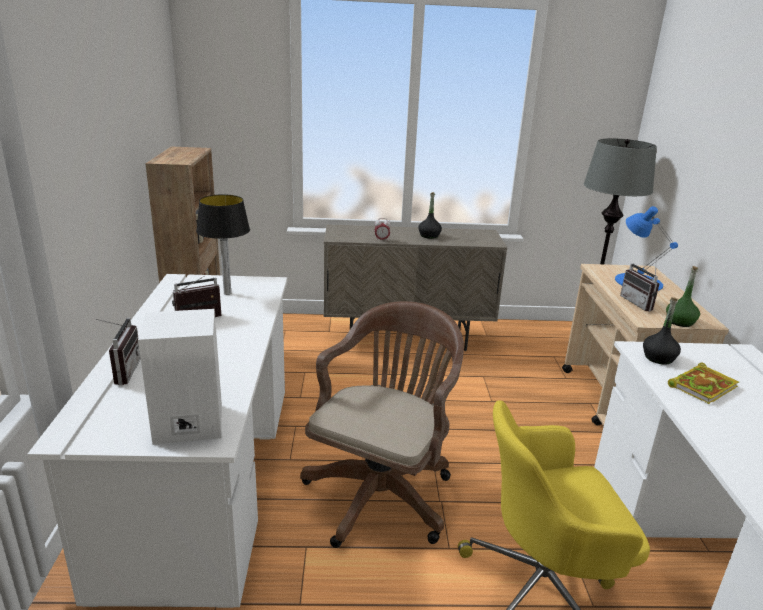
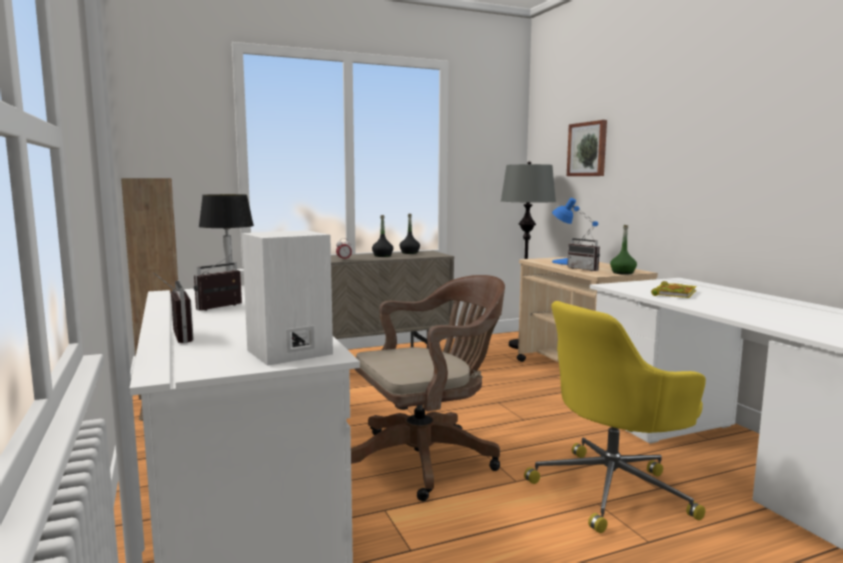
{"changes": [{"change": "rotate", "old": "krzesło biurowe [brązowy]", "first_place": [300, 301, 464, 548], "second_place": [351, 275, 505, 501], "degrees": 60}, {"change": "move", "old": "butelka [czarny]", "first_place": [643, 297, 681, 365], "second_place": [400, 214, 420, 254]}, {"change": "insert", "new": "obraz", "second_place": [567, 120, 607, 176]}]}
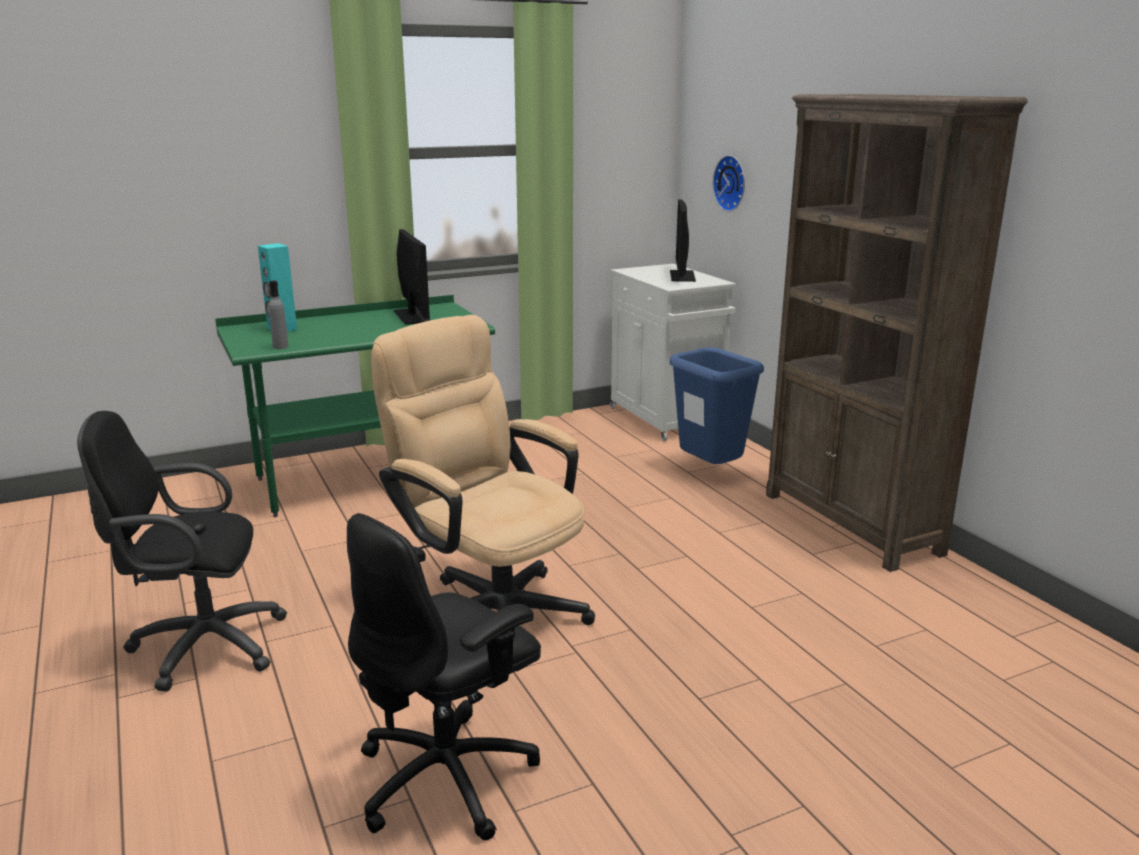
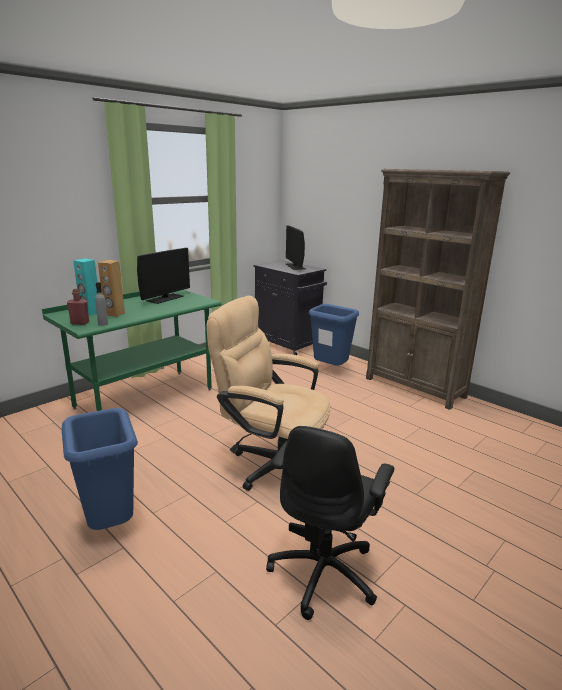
{"changes": [{"change": "replace", "old": "krzesło biurowe [czarny]", "new": "kosz na śmieci [niebieski]", "first_place": [77, 411, 287, 692], "second_place": [62, 408, 138, 530]}, {"change": "rotate", "old": "monitor", "first_place": [394, 229, 431, 325], "second_place": [137, 248, 190, 304], "degrees": 75}, {"change": "recolor", "old": "szafka [biały]", "new": "szafka [czarny]", "first_place": [610, 264, 736, 441], "second_place": [253, 260, 327, 355]}, {"change": "delete", "old": "zegar ścienny", "first_place": [713, 155, 745, 212]}, {"change": "insert", "new": "butelka [czerwony]", "second_place": [67, 289, 89, 325]}, {"change": "insert", "new": "głośnik [brązowy]", "second_place": [98, 260, 125, 317]}]}
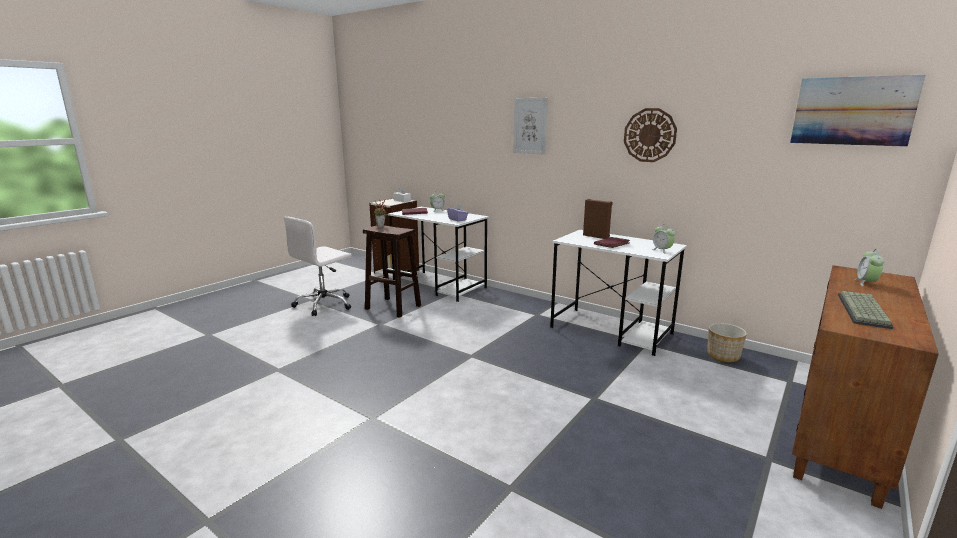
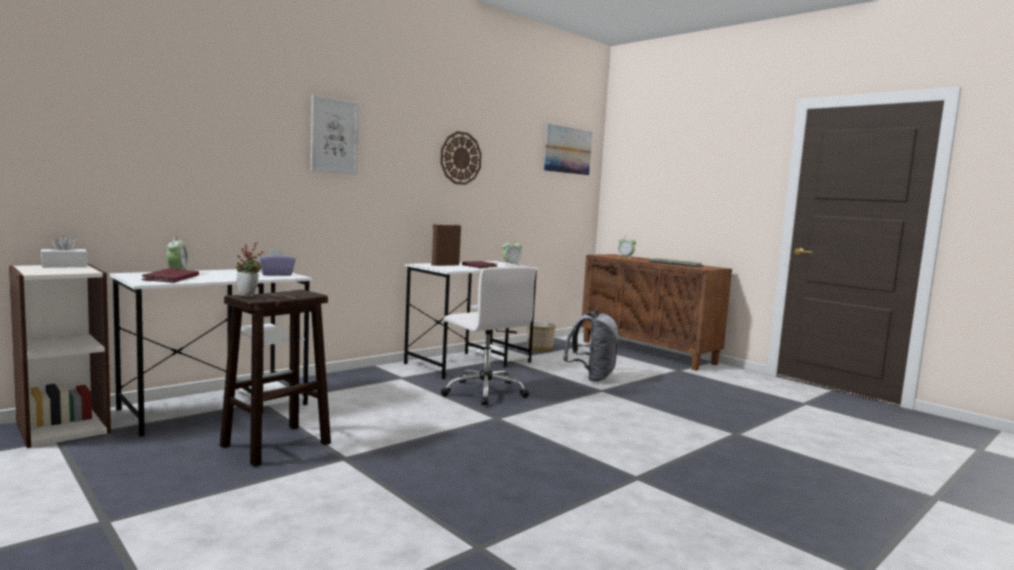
{"changes": [{"change": "move", "old": "krzesło biurowe [biały]", "first_place": [284, 217, 352, 316], "second_place": [441, 266, 536, 406]}, {"change": "insert", "new": "plecak [szary]", "second_place": [563, 311, 619, 382]}]}
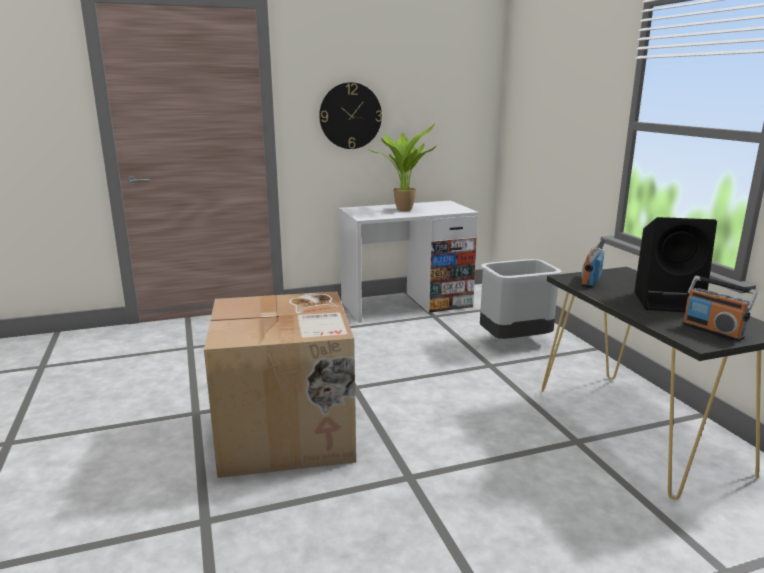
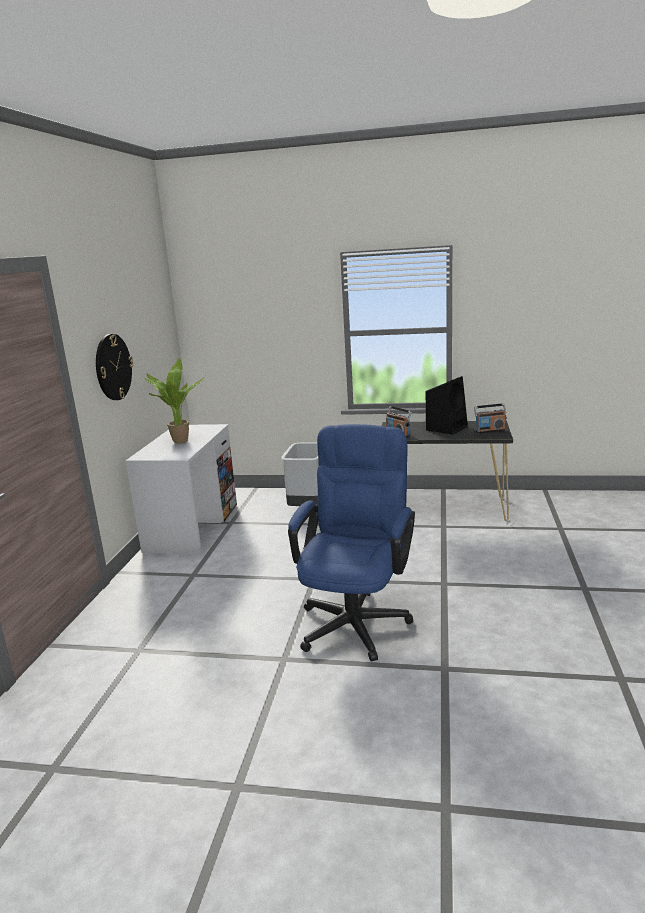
{"changes": [{"change": "replace", "old": "karton", "new": "krzesło biurowe [niebieski]", "first_place": [204, 291, 356, 478], "second_place": [288, 424, 415, 662]}]}
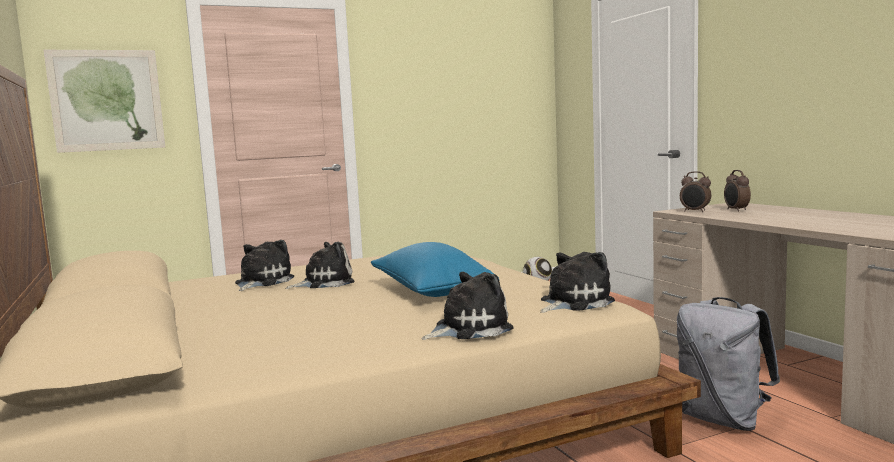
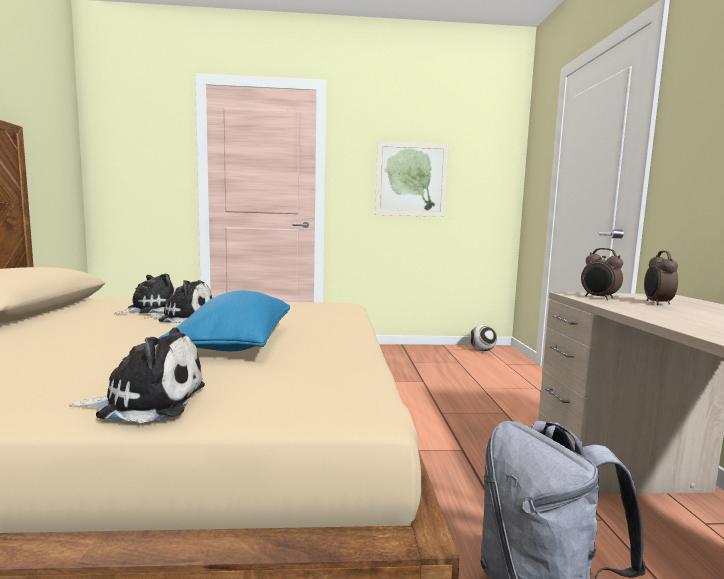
{"changes": [{"change": "move", "old": "obraz", "first_place": [44, 50, 165, 153], "second_place": [375, 141, 449, 217]}, {"change": "delete", "old": "pluszak", "first_place": [541, 252, 615, 313]}]}
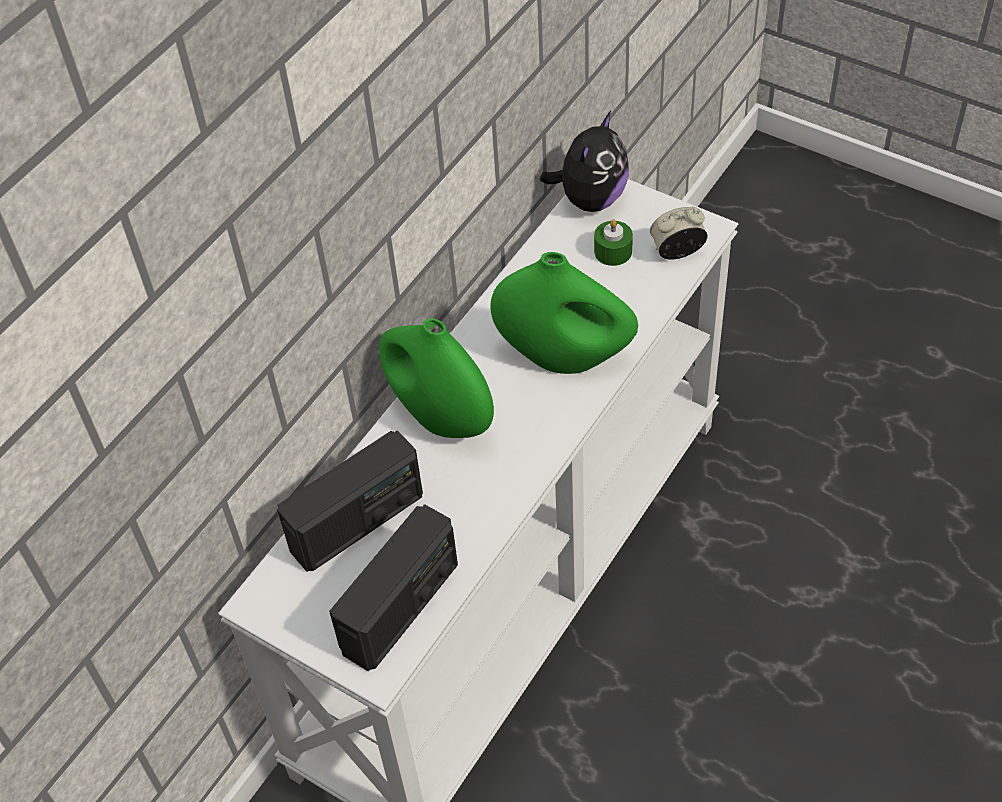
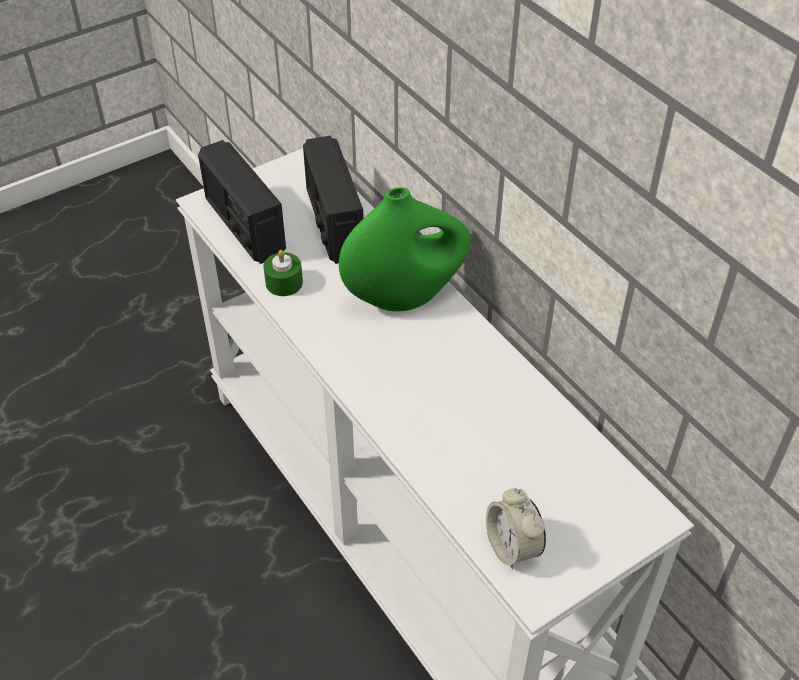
{"changes": [{"change": "delete", "old": "wazon [zielony]", "first_place": [490, 252, 638, 374]}, {"change": "delete", "old": "pluszak", "first_place": [540, 111, 629, 212]}, {"change": "move", "old": "świeca [zielony]", "first_place": [594, 219, 633, 266], "second_place": [263, 250, 303, 296]}, {"change": "rotate", "old": "budzik", "first_place": [650, 207, 708, 260], "second_place": [486, 487, 546, 570], "degrees": 150}]}
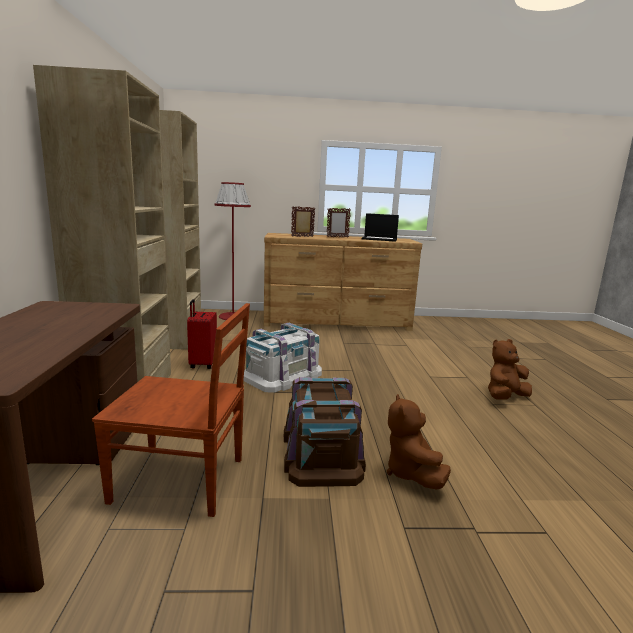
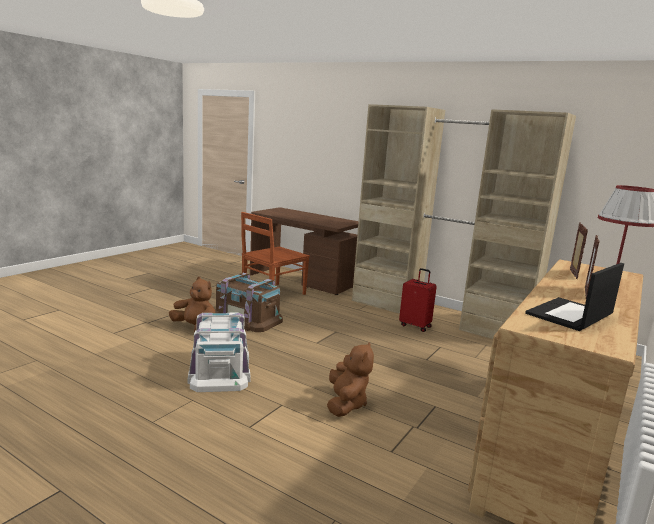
{"changes": [{"change": "move", "old": "pojemnik do przechowywania [biały]", "first_place": [243, 323, 322, 393], "second_place": [187, 313, 251, 392]}, {"change": "move", "old": "pluszak [brązowy]", "first_place": [488, 339, 532, 400], "second_place": [327, 342, 374, 417]}]}
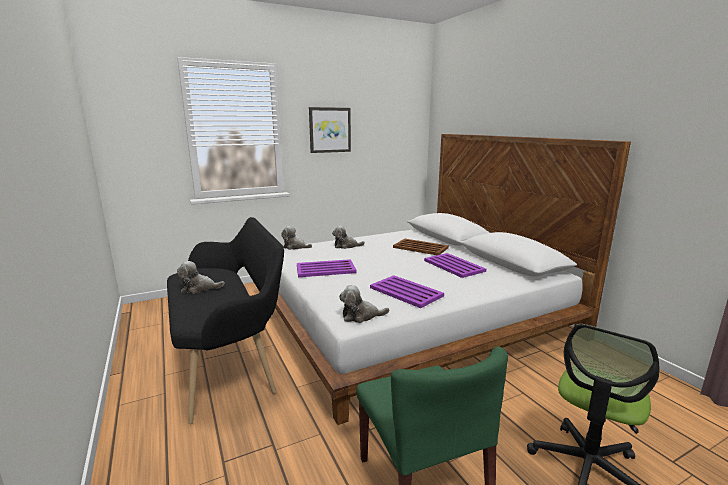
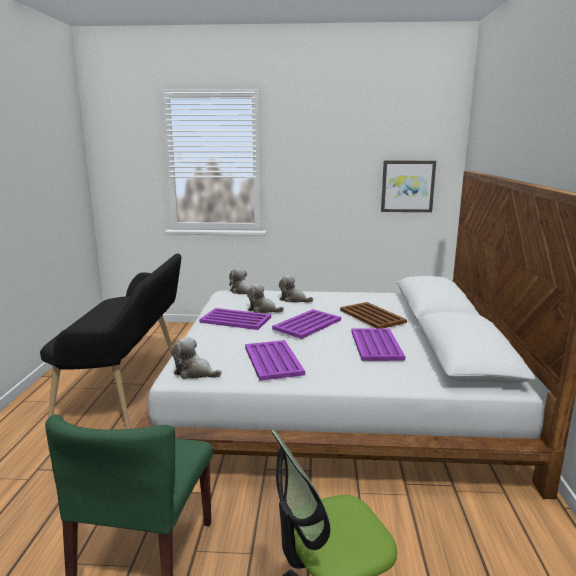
{"changes": [{"change": "move", "old": "pluszak", "first_place": [177, 261, 225, 294], "second_place": [247, 284, 284, 313]}, {"change": "move", "old": "obraz", "first_place": [309, 107, 351, 153], "second_place": [381, 160, 436, 212]}, {"change": "insert", "new": "taca [fioletowy]", "second_place": [272, 309, 341, 339]}]}
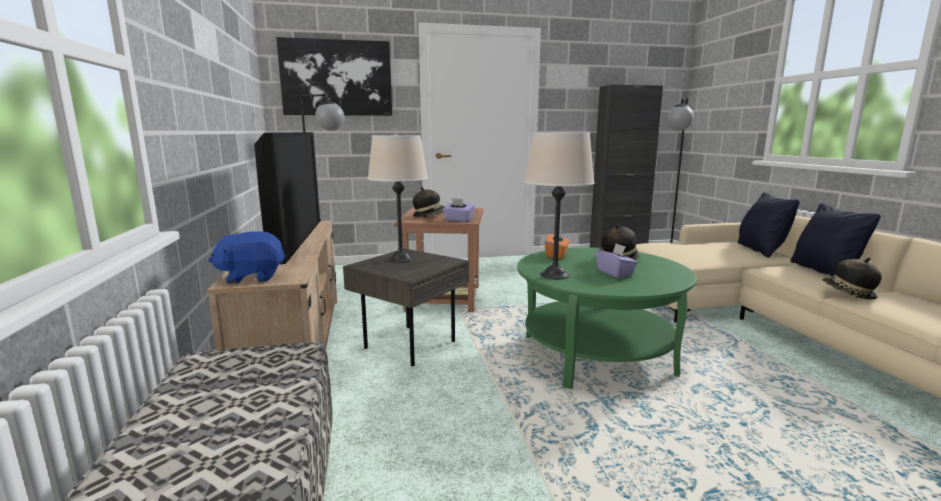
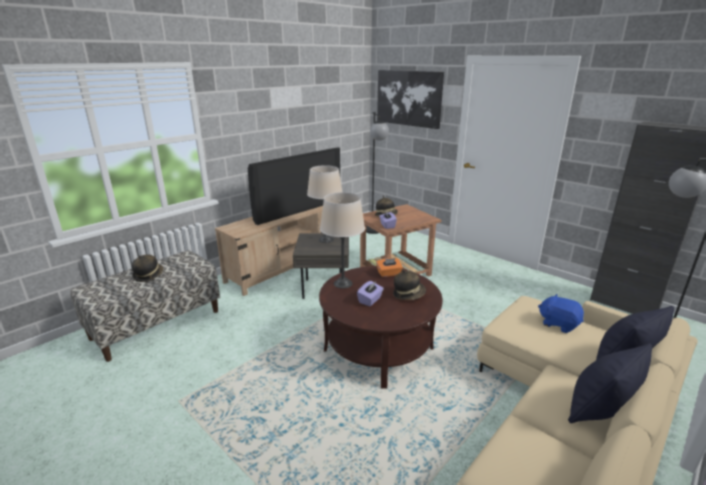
{"changes": [{"change": "move", "old": "pluszak [niebieski]", "first_place": [208, 231, 286, 284], "second_place": [538, 294, 584, 333]}, {"change": "recolor", "old": "ława [zielony]", "new": "ława [brązowy]", "first_place": [517, 247, 697, 389], "second_place": [319, 266, 443, 389]}, {"change": "move", "old": "kapelusz", "first_place": [822, 258, 882, 300], "second_place": [132, 254, 163, 282]}]}
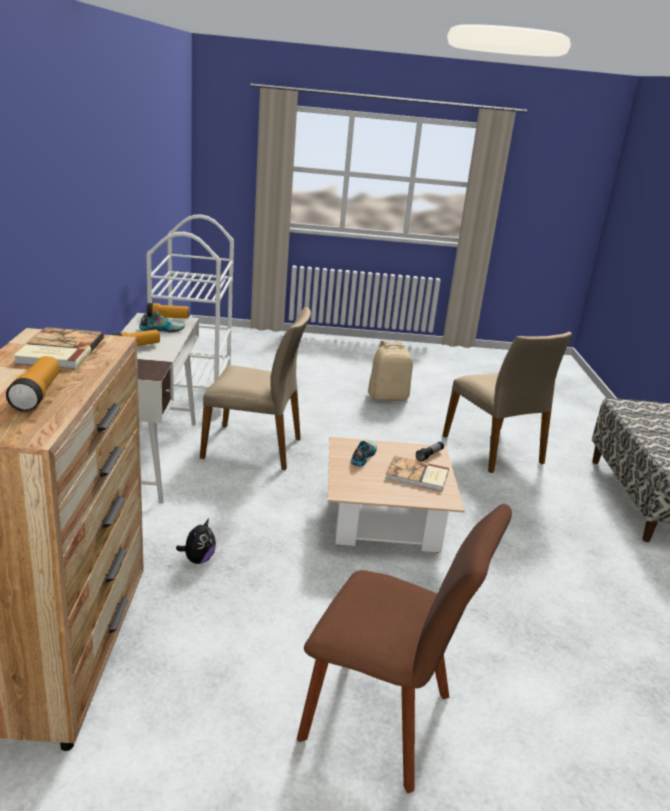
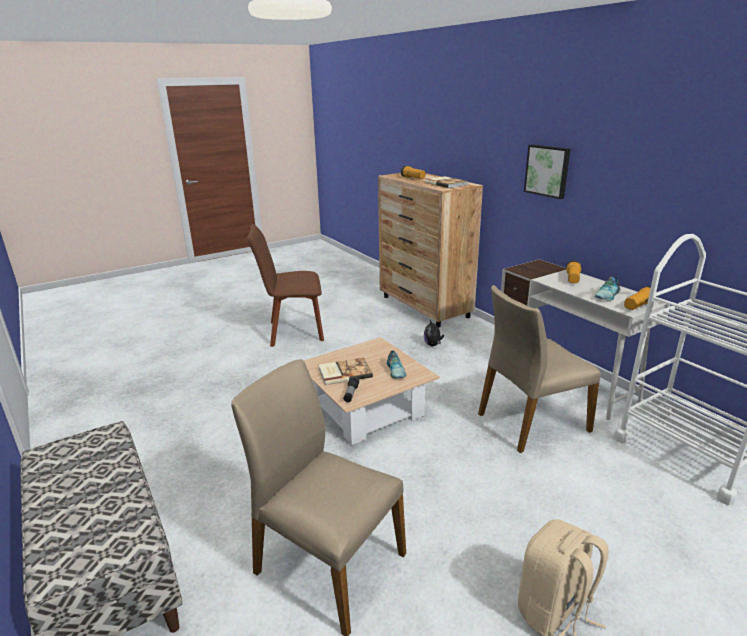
{"changes": [{"change": "insert", "new": "obraz", "second_place": [524, 144, 570, 199]}]}
